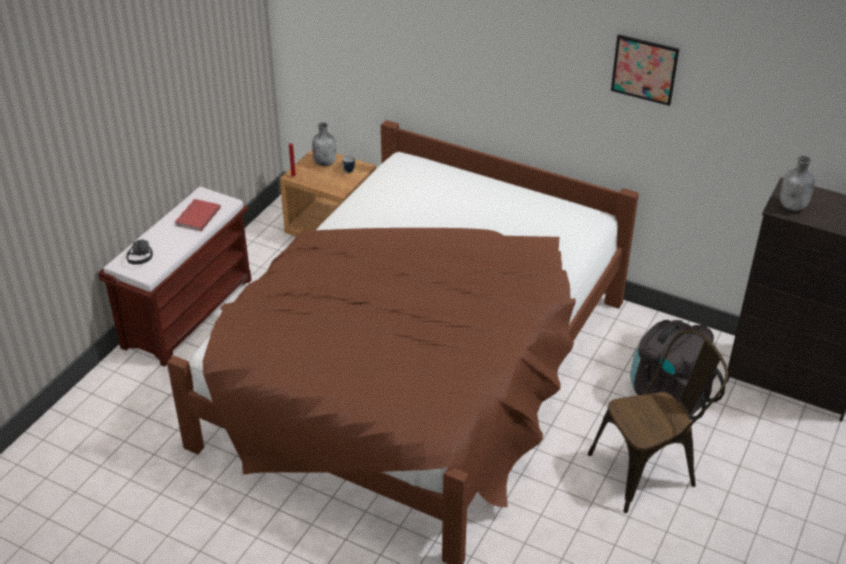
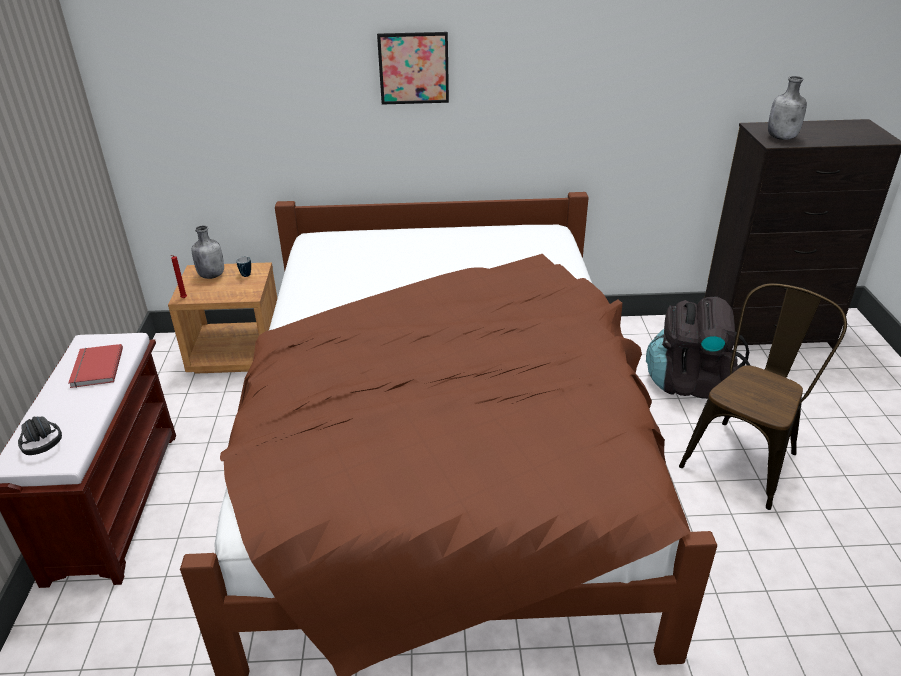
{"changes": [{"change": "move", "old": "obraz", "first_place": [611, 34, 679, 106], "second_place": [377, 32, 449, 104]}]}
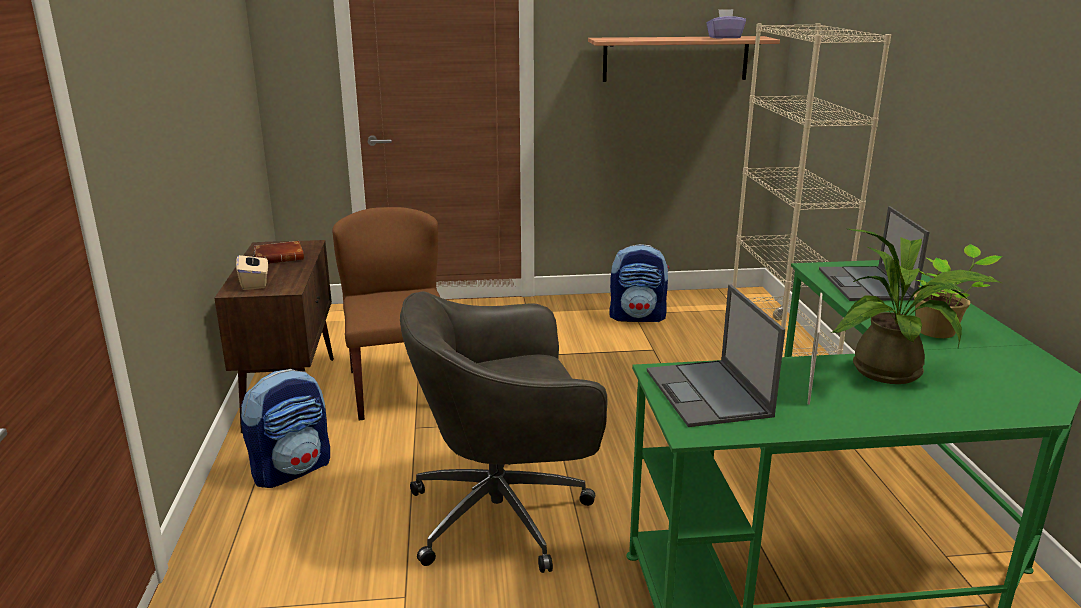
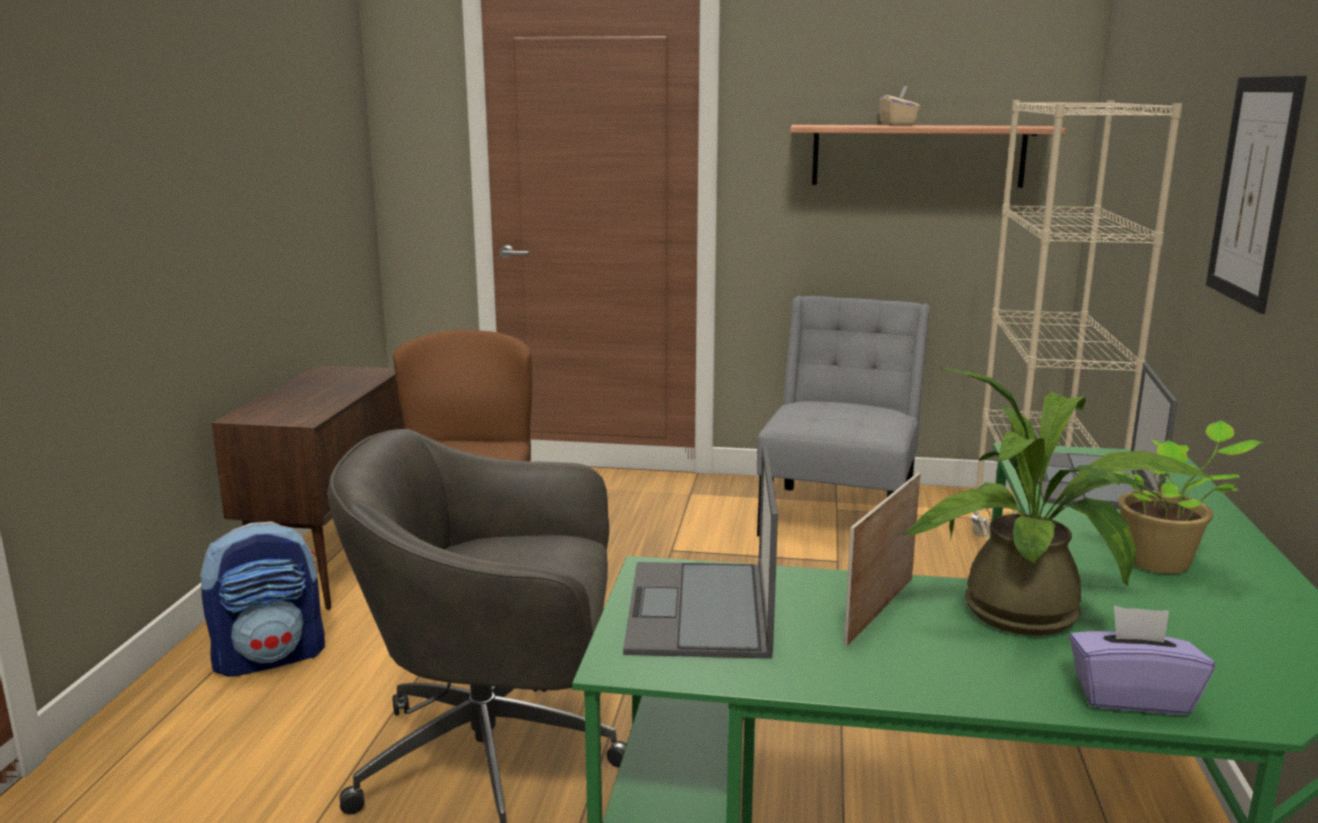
{"changes": [{"change": "move", "old": "pudełko chusteczek [beżowy]", "first_place": [236, 249, 268, 290], "second_place": [879, 86, 920, 126]}, {"change": "delete", "old": "książka [brązowy]", "first_place": [254, 241, 304, 264]}, {"change": "replace", "old": "plecak", "new": "krzesło [szary]", "first_place": [609, 244, 669, 322], "second_place": [757, 296, 930, 536]}, {"change": "move", "old": "pudełko chusteczek [fioletowy]", "first_place": [706, 9, 746, 39], "second_place": [1069, 606, 1215, 715]}, {"change": "insert", "new": "obraz", "second_place": [1206, 76, 1307, 314]}]}
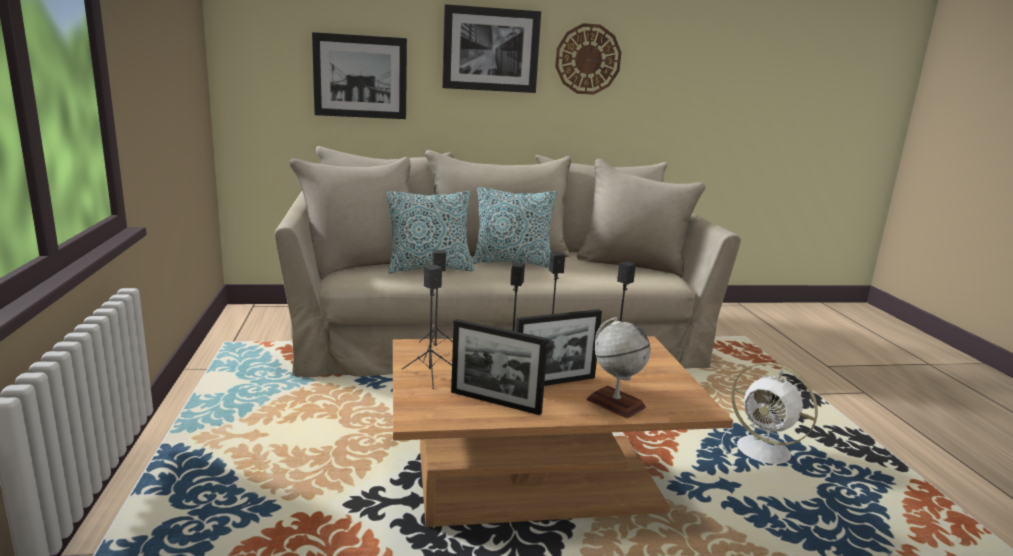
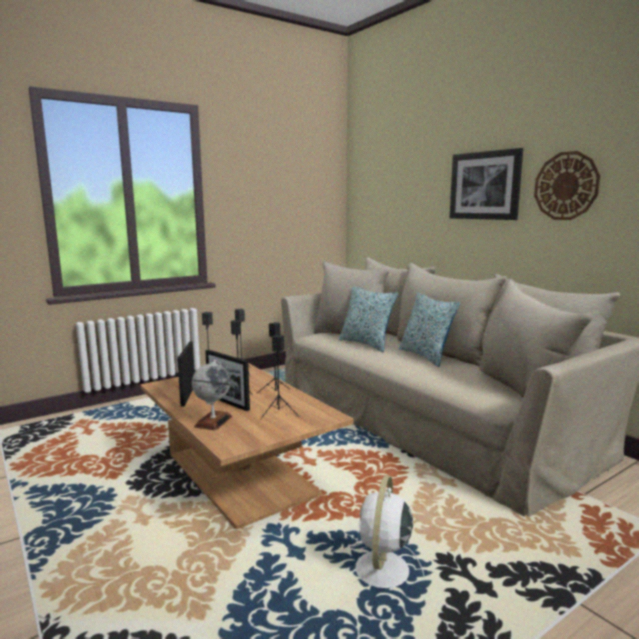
{"changes": [{"change": "delete", "old": "obraz", "first_place": [312, 32, 407, 119]}]}
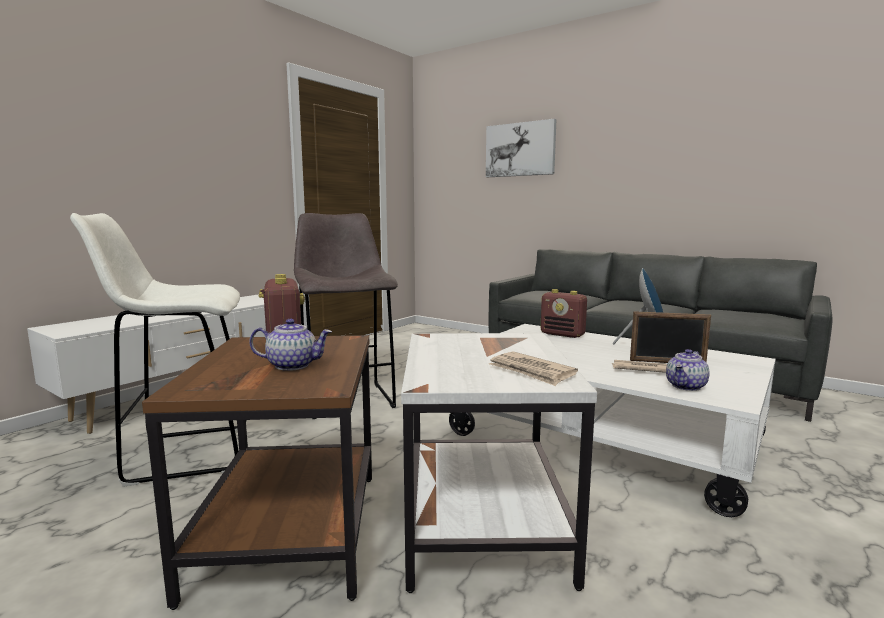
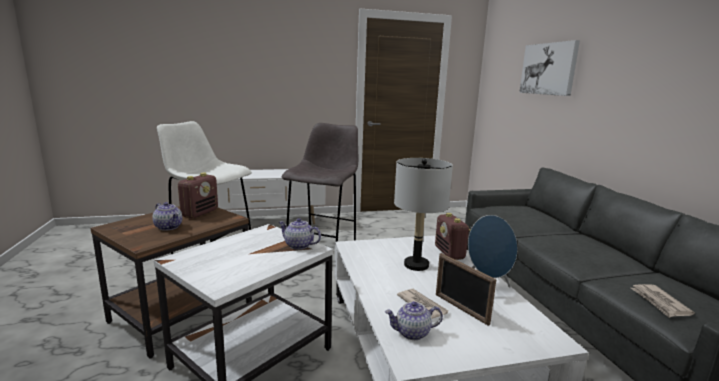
{"changes": [{"change": "move", "old": "gazeta", "first_place": [489, 351, 578, 386], "second_place": [631, 284, 695, 318]}, {"change": "insert", "new": "imbryk", "second_place": [278, 218, 321, 250]}, {"change": "insert", "new": "lampa stołowa [szary]", "second_place": [394, 158, 453, 271]}]}
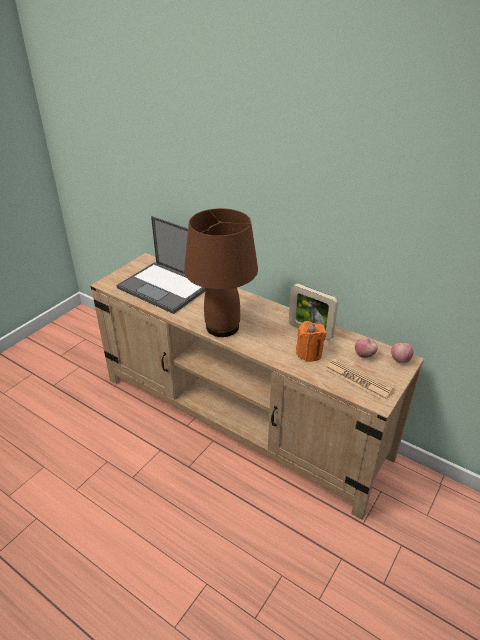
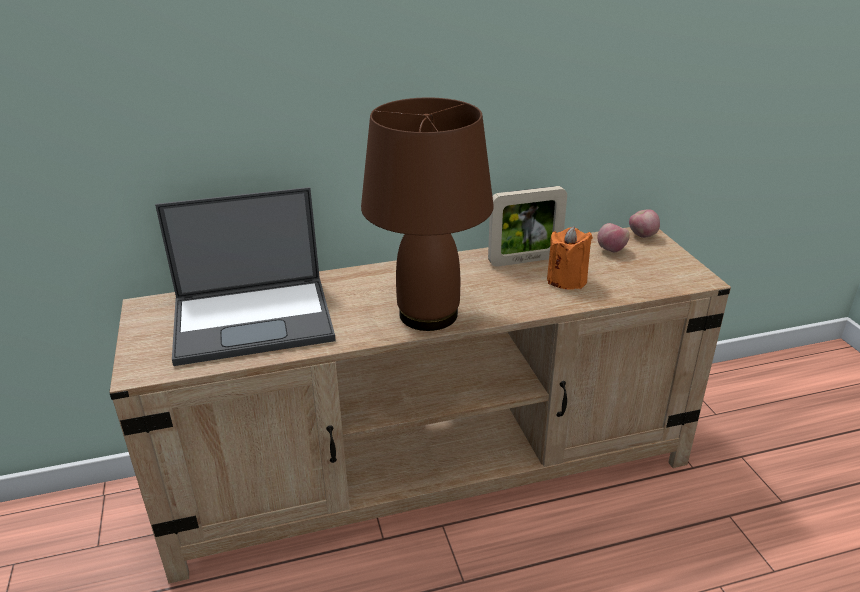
{"changes": [{"change": "delete", "old": "gazeta", "first_place": [324, 358, 394, 401]}]}
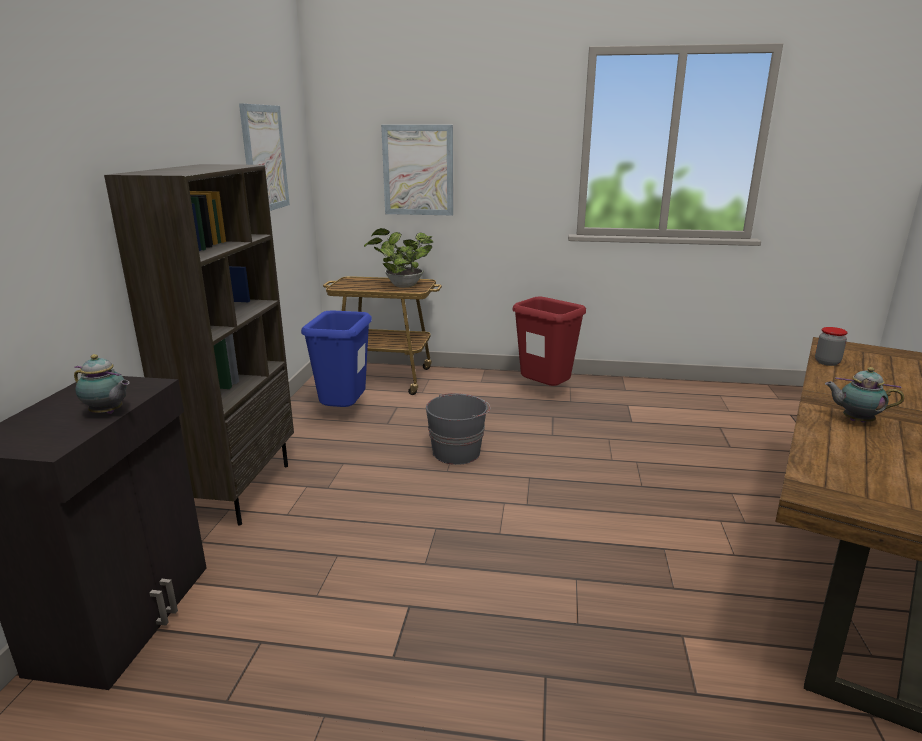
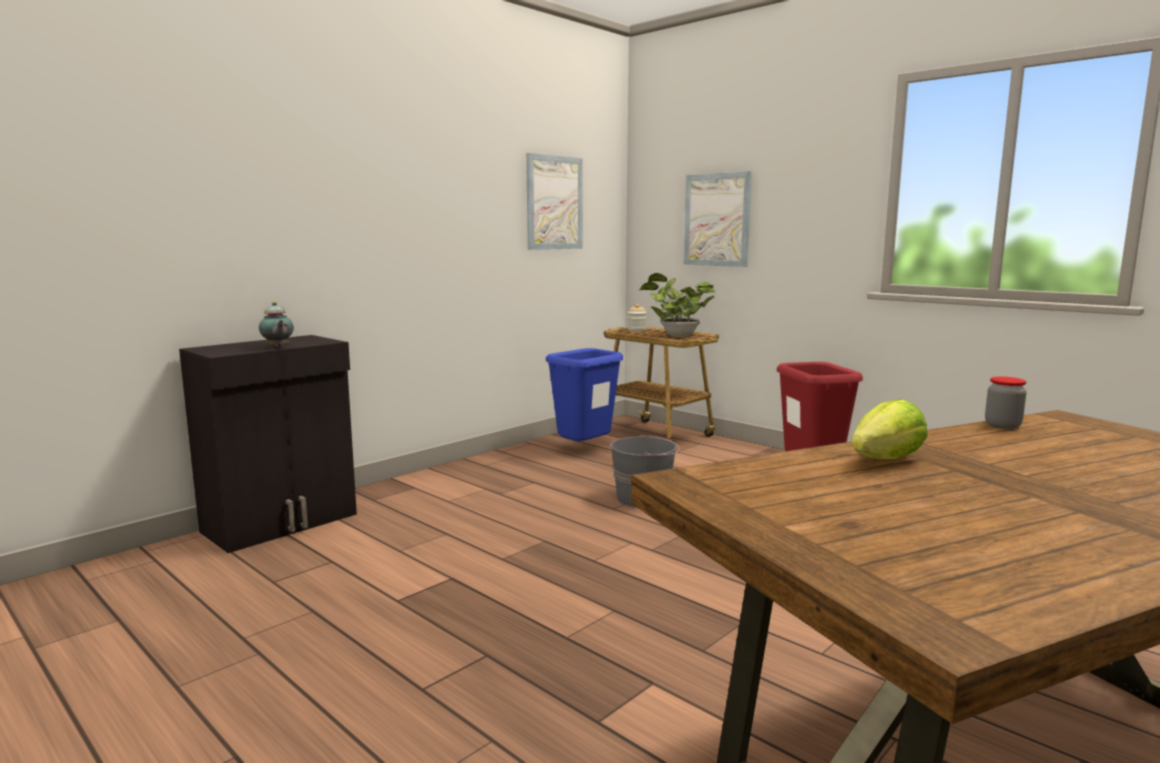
{"changes": [{"change": "delete", "old": "regał [brązowy]", "first_place": [104, 164, 294, 525]}, {"change": "replace", "old": "imbryk", "new": "sałata", "first_place": [825, 367, 904, 423], "second_place": [851, 399, 928, 459]}, {"change": "insert", "new": "słoik", "second_place": [627, 304, 647, 331]}]}
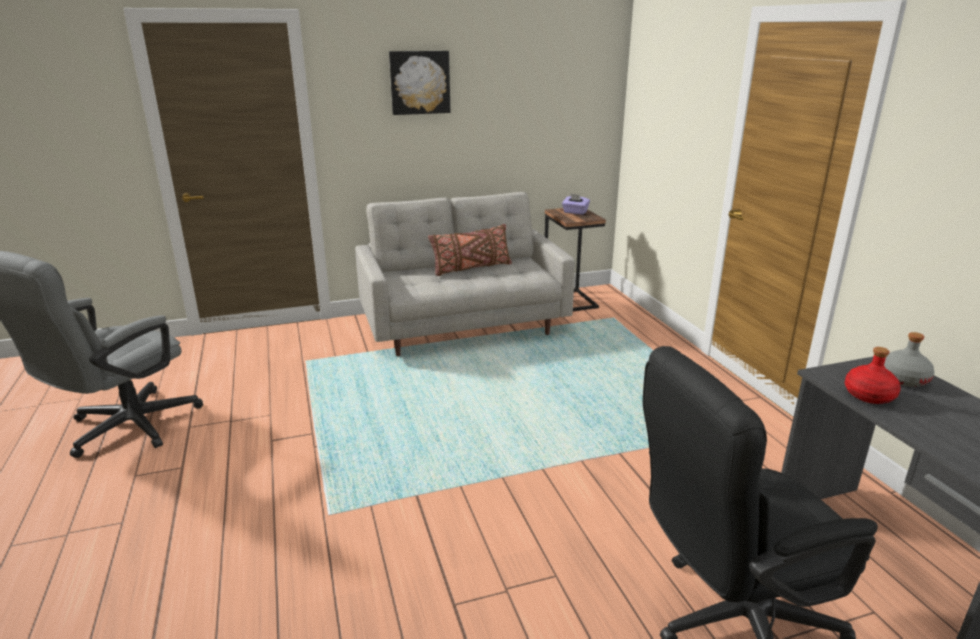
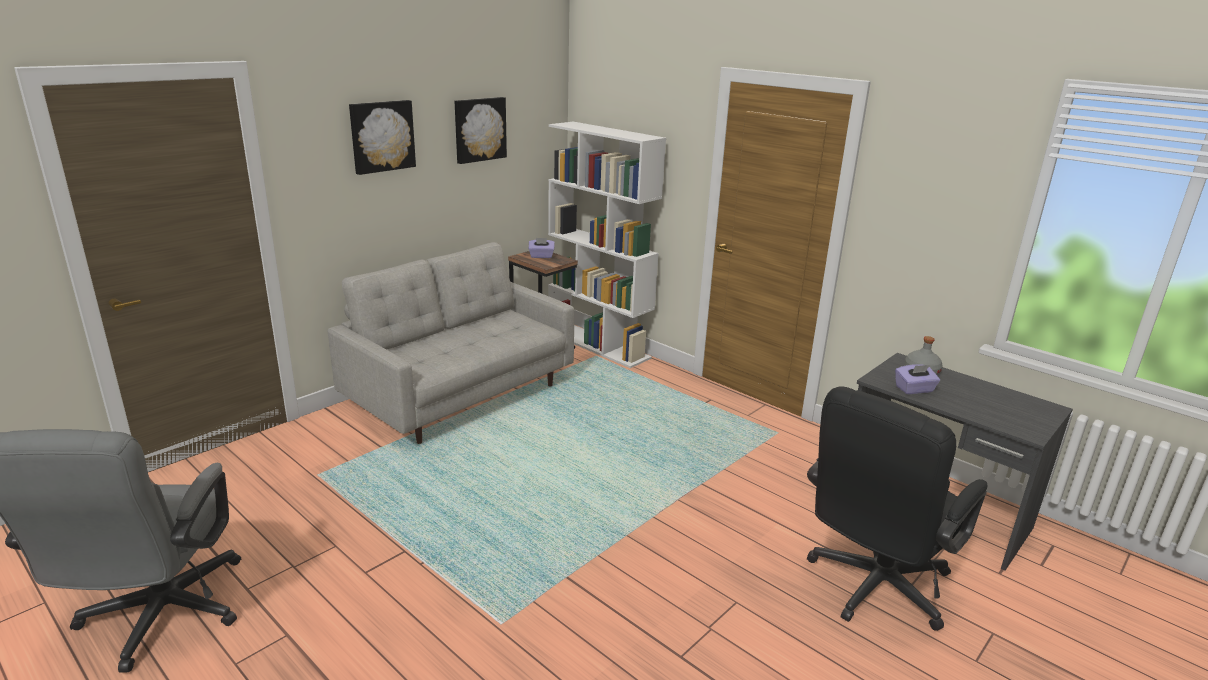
{"changes": [{"change": "delete", "old": "poduszka [brązowy]", "first_place": [428, 224, 512, 276]}, {"change": "replace", "old": "butelka [czerwony]", "new": "pudełko chusteczek [fioletowy]", "first_place": [845, 347, 901, 404], "second_place": [895, 364, 940, 394]}, {"change": "insert", "new": "obraz", "second_place": [455, 97, 507, 164]}, {"change": "insert", "new": "regał [biały]", "second_place": [548, 122, 666, 368]}]}
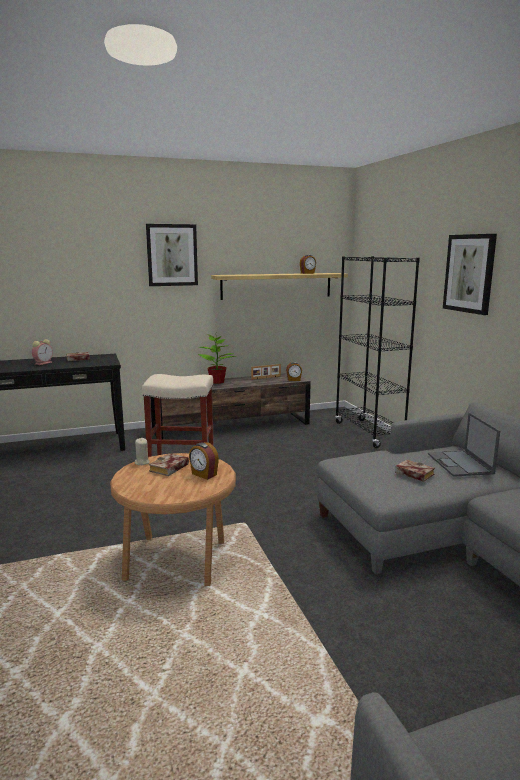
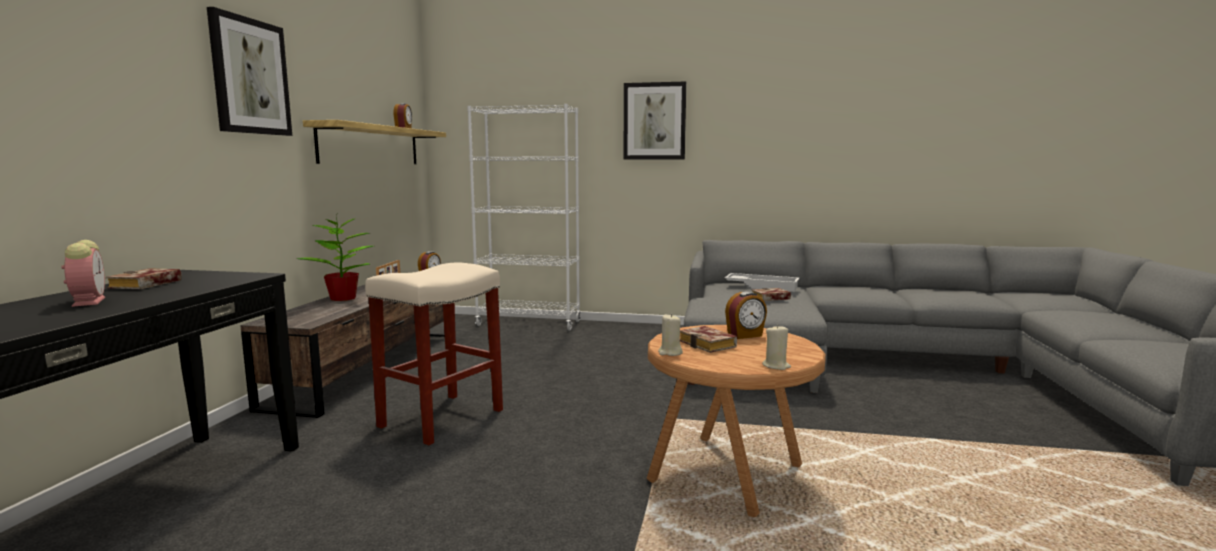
{"changes": [{"change": "recolor", "old": "regał [czarny]", "new": "regał [biały]", "first_place": [335, 256, 420, 448], "second_place": [467, 104, 581, 331]}, {"change": "replace", "old": "laptop", "new": "taca [biały]", "first_place": [428, 413, 500, 477], "second_place": [725, 273, 799, 292]}, {"change": "insert", "new": "świeca [beżowy]", "second_place": [762, 324, 791, 370]}]}
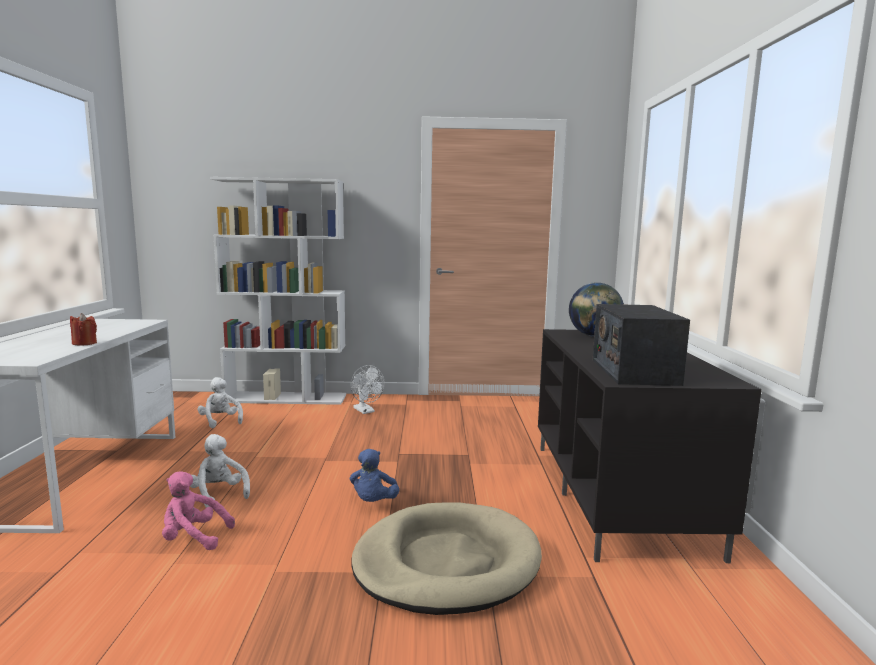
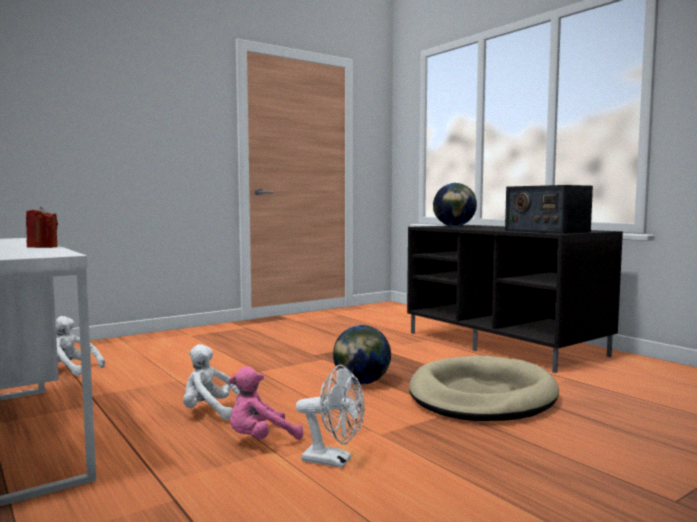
{"changes": [{"change": "delete", "old": "regał [biały]", "first_place": [210, 177, 346, 405]}, {"change": "replace", "old": "pluszak [niebieski]", "new": "globus", "first_place": [350, 449, 399, 502], "second_place": [333, 325, 391, 384]}, {"change": "move", "old": "wentylator [biały]", "first_place": [351, 365, 384, 414], "second_place": [296, 365, 365, 468]}]}
